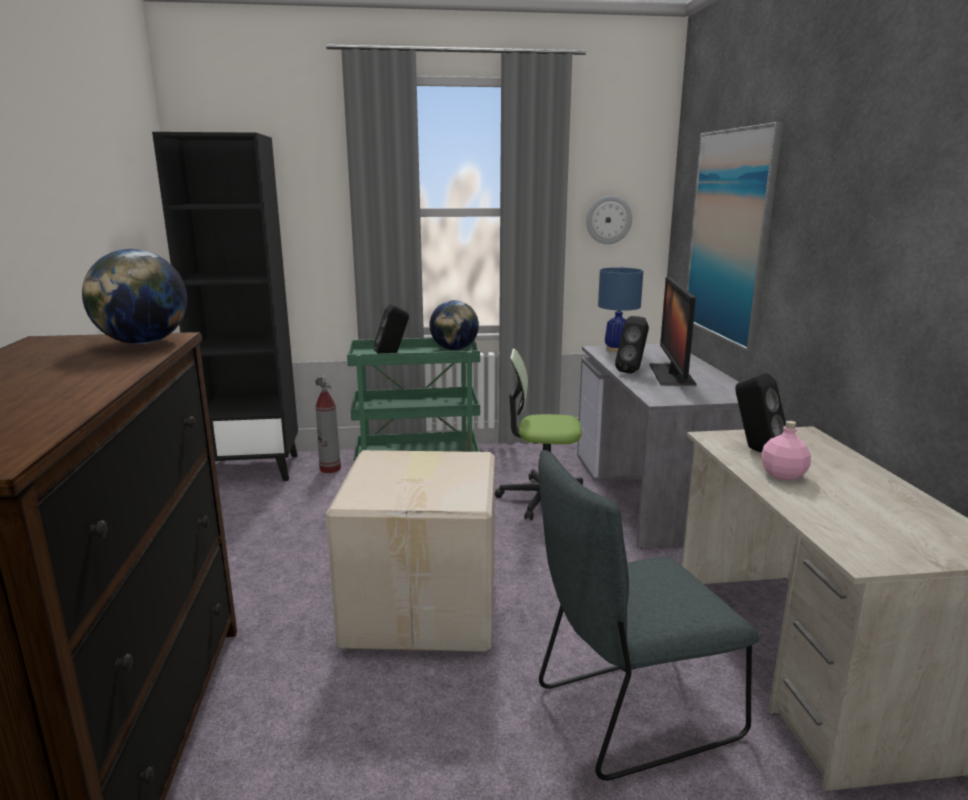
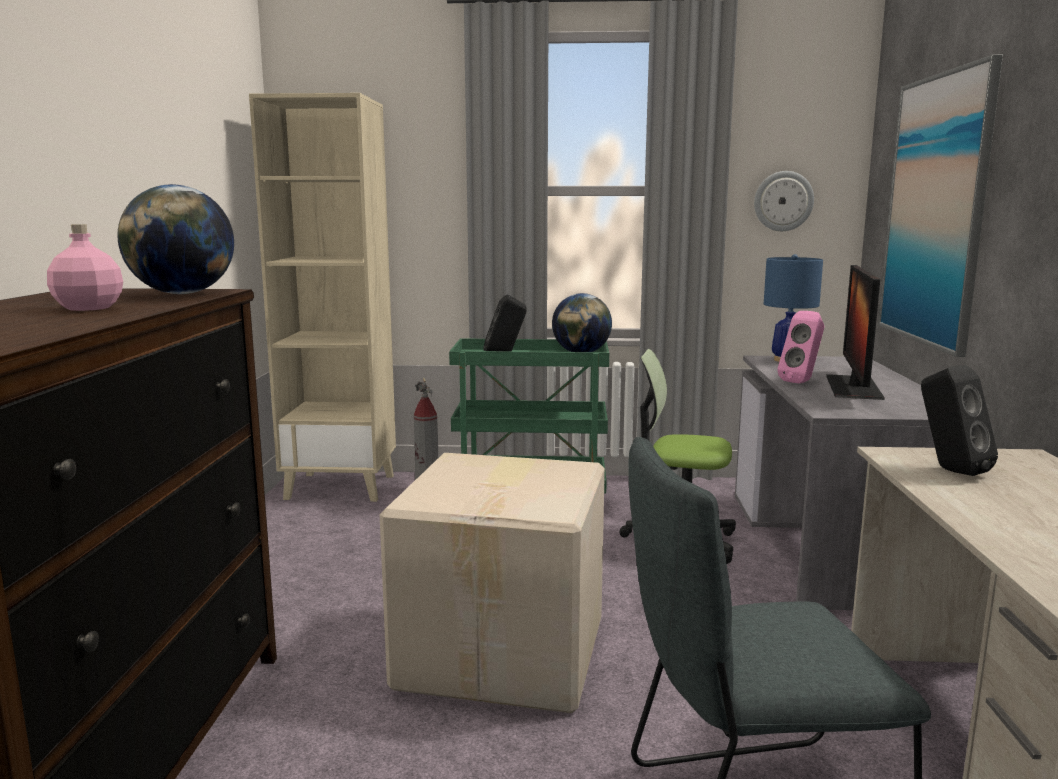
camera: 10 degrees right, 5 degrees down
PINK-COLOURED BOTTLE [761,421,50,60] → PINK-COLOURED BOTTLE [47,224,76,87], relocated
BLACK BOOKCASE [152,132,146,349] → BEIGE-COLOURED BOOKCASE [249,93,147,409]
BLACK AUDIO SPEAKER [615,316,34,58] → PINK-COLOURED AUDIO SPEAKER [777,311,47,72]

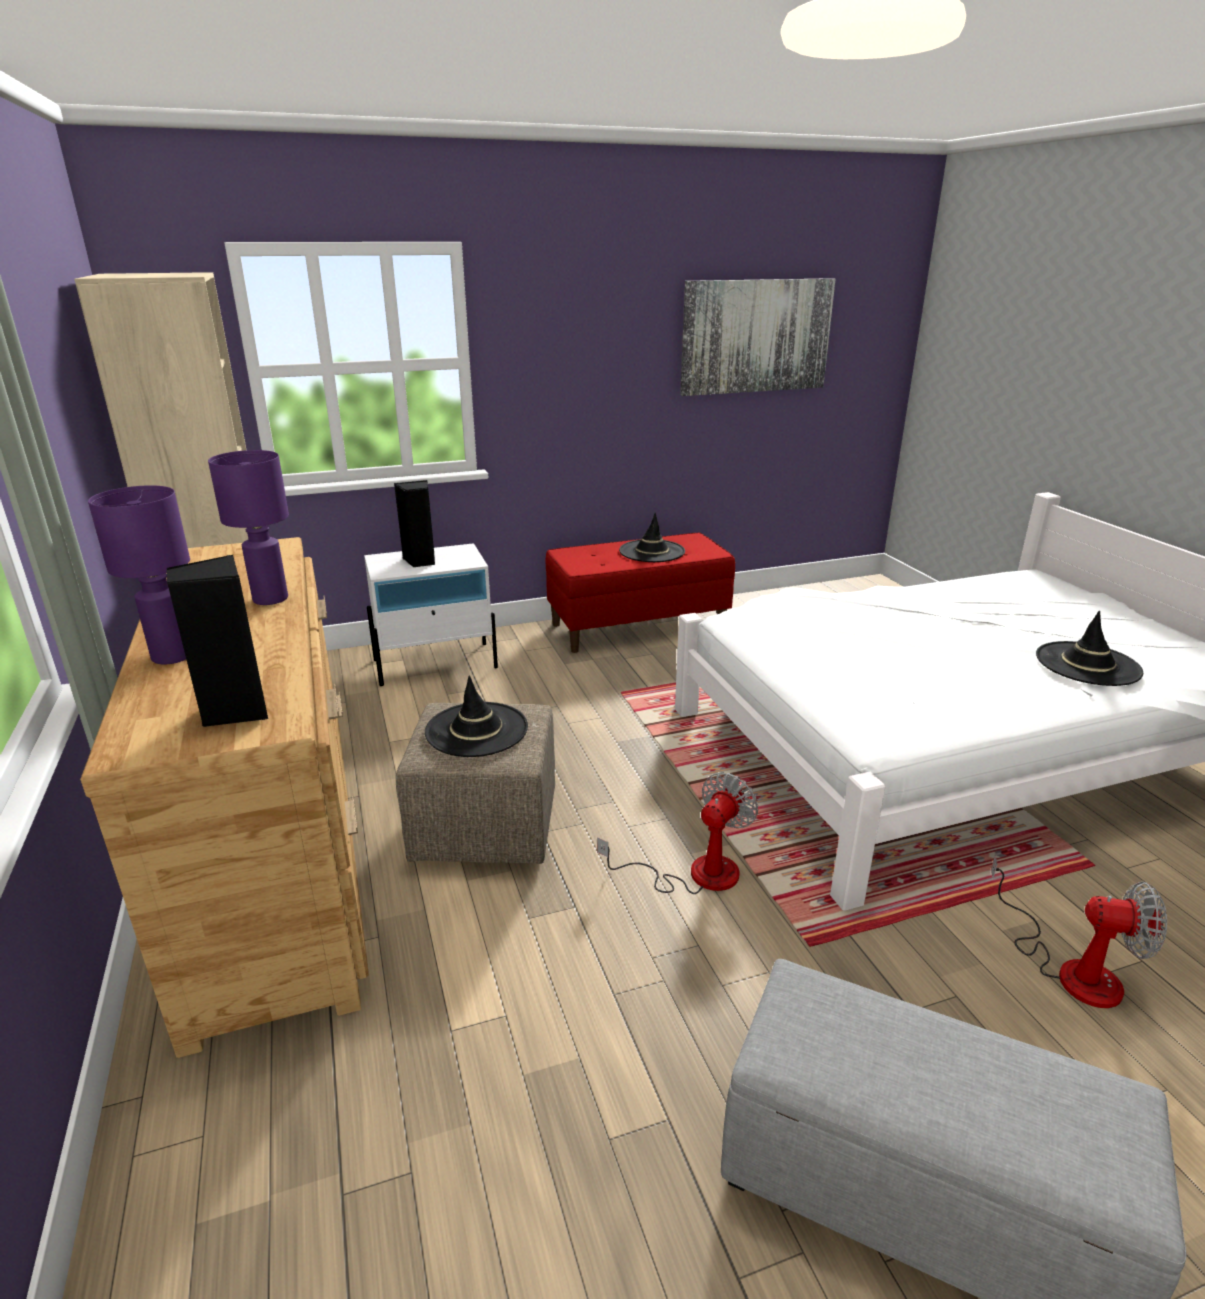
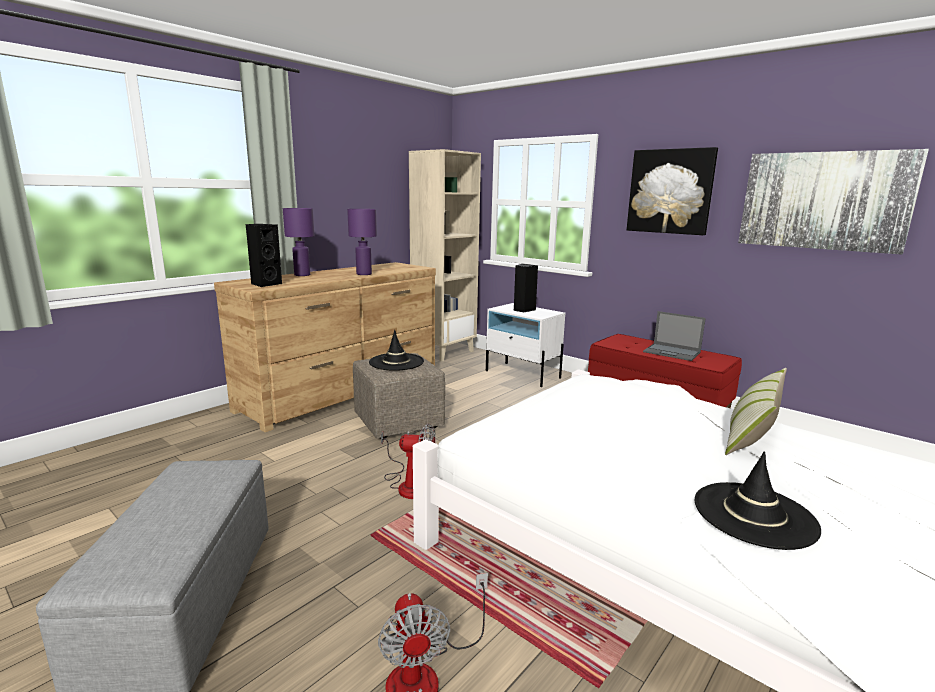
camera: 60 degrees right, 10 degrees down
- → WALL ART [627,147,91,88]
BLACK HAT [619,513,66,49] → PORTABLE COMPUTER [643,311,63,50]
- → THROW PILLOW [725,368,62,87]

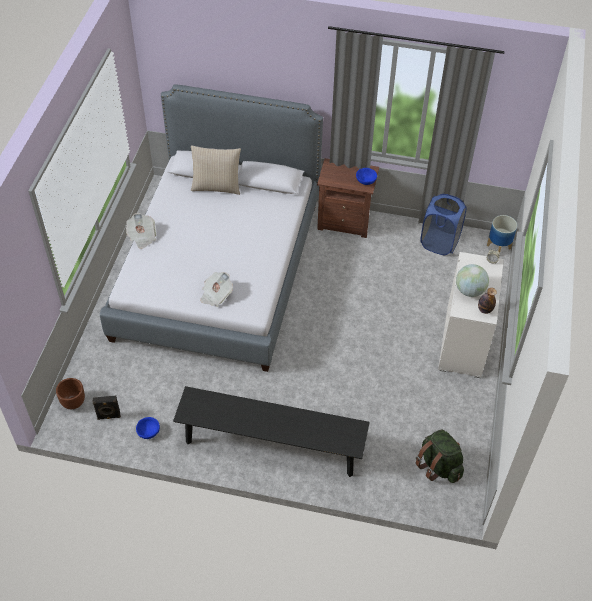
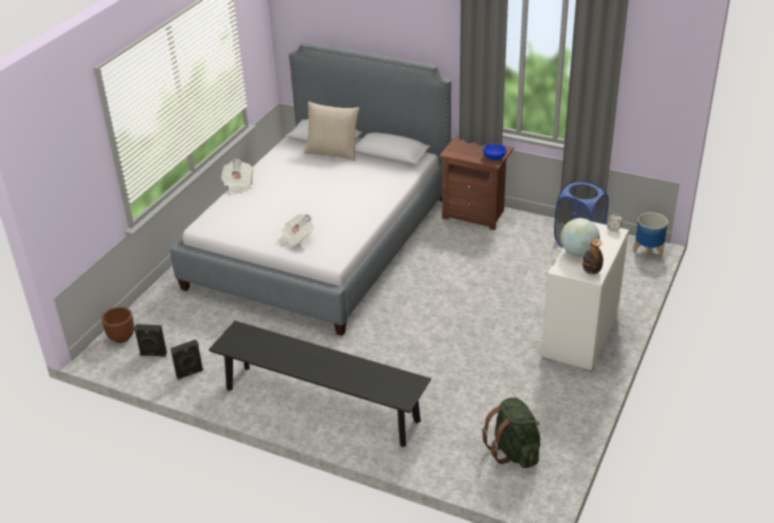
camera: 15 degrees right, 15 degrees down
BLUE DEEP DISH [136,417,24,22] → BLACK AUDIO SPEAKER [171,339,32,41]

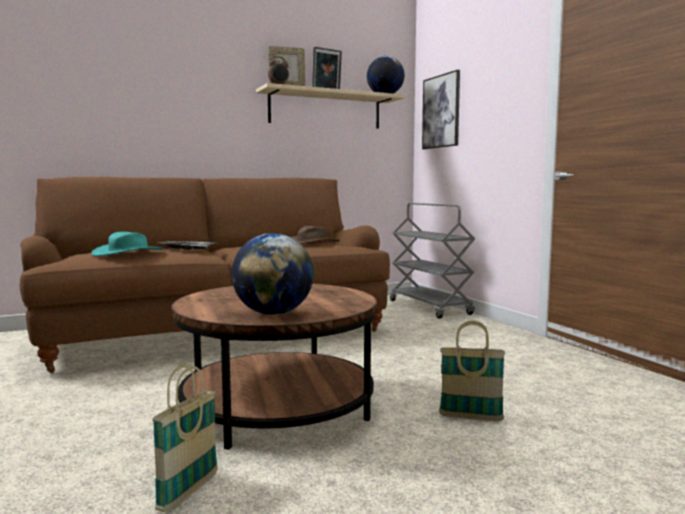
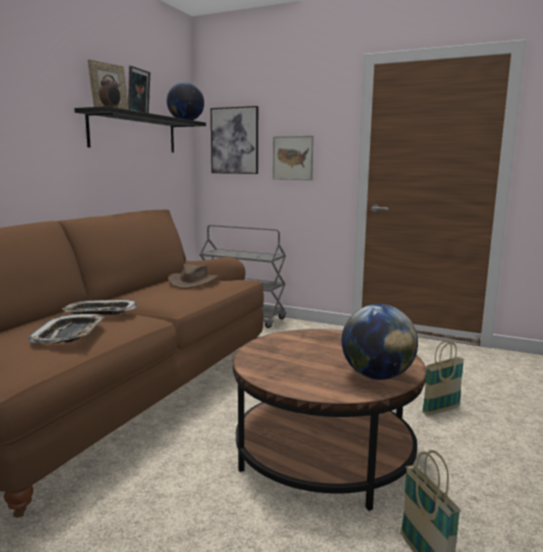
camera: 40 degrees left, 5 degrees up
TURQUOISE HAT [91,232,73,24] → TRAY [28,314,77,29]
BEIGE-COLOURED BRACKET SHELF [256,83,149,46] → BLACK BRACKET SHELF [74,106,132,46]
- → WALL ART [273,136,41,44]

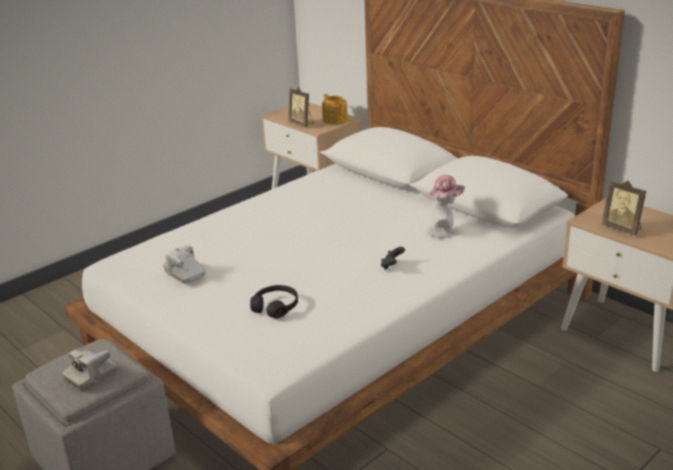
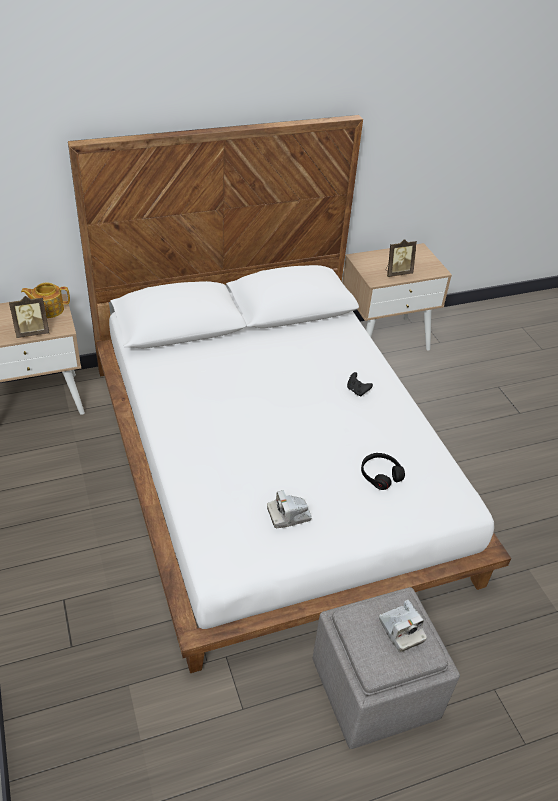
camera: 70 degrees left, 15 degrees up
HAT [427,175,38,63] → -

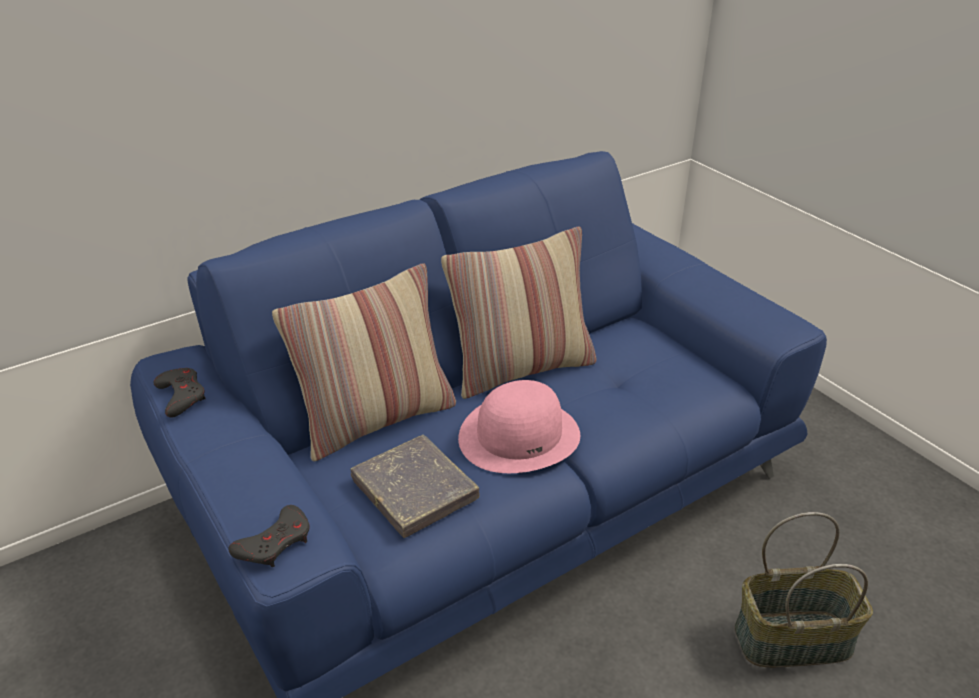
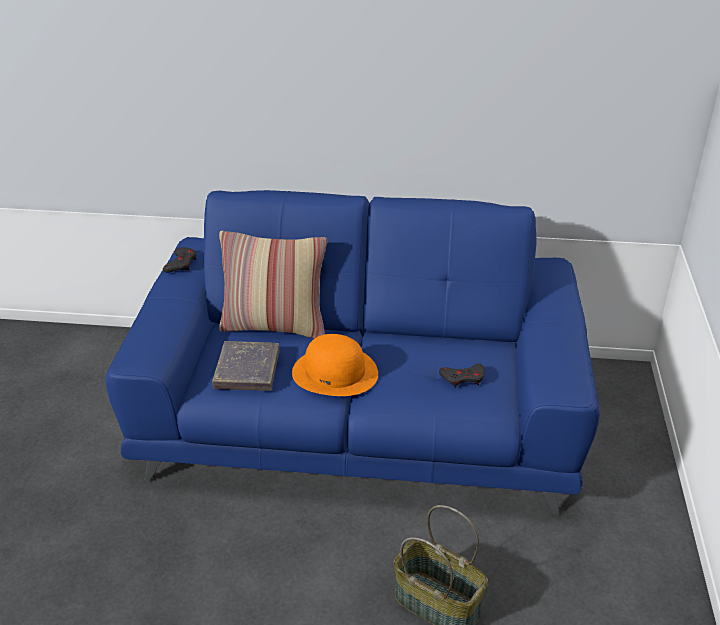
camera: 40 degrees right, 0 degrees up
PINK-COLOURED HAT [458,380,122,93] → ORANGE-COLOURED HAT [292,334,86,62]
GREYISH GAMEPAD [228,505,82,63] → GREYISH GAMEPAD [439,364,46,24], relocated
THROW PILLOW [441,227,156,172] → -

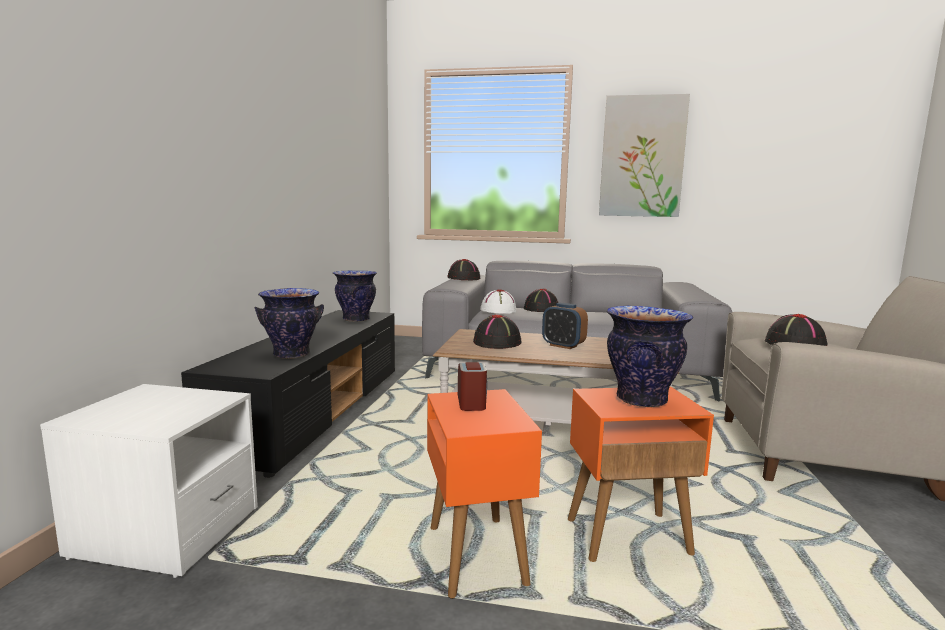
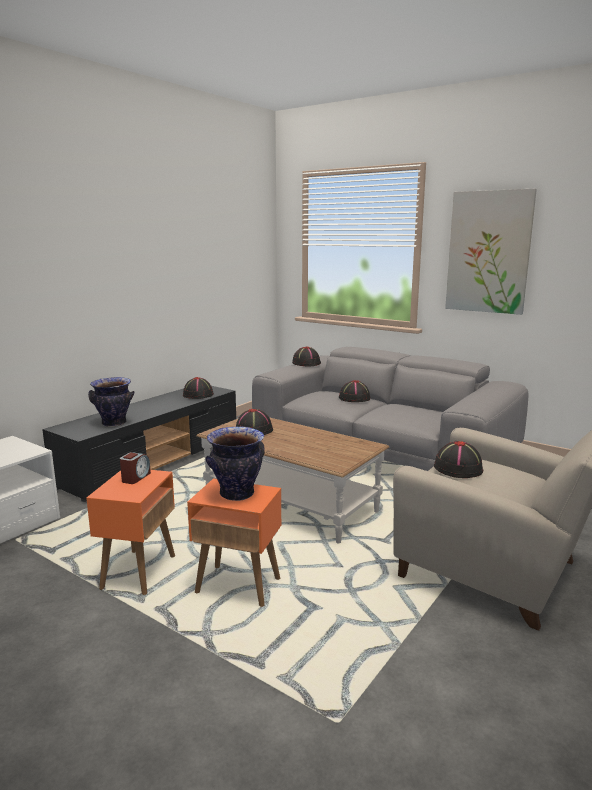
camera: 25 degrees right, 5 degrees up
DECORATIVE VASE [333,271,44,51] → BLACK HAT [183,377,31,22]
WHITE-COLOURED HAT [480,289,37,25] → -
ALARM CLOCK [542,303,46,46] → -

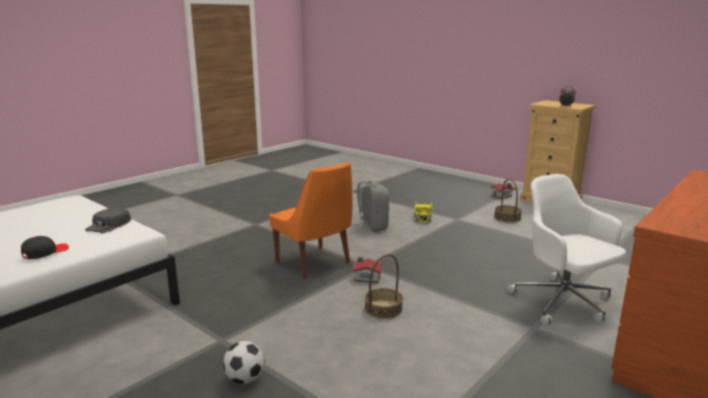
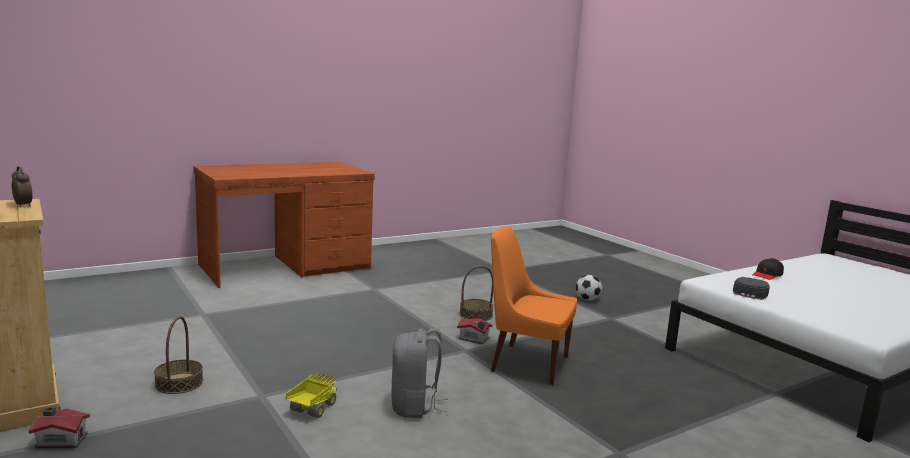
camera: 165 degrees left, 5 degrees down
ORANGE-COLOURED UPRIGHT CHAIR [269,162,83,117] → ORANGE-COLOURED UPRIGHT CHAIR [491,226,86,159], 45 degrees counterclockwise
WHITE-COLOURED DESK CHAIR [508,174,118,151] → -

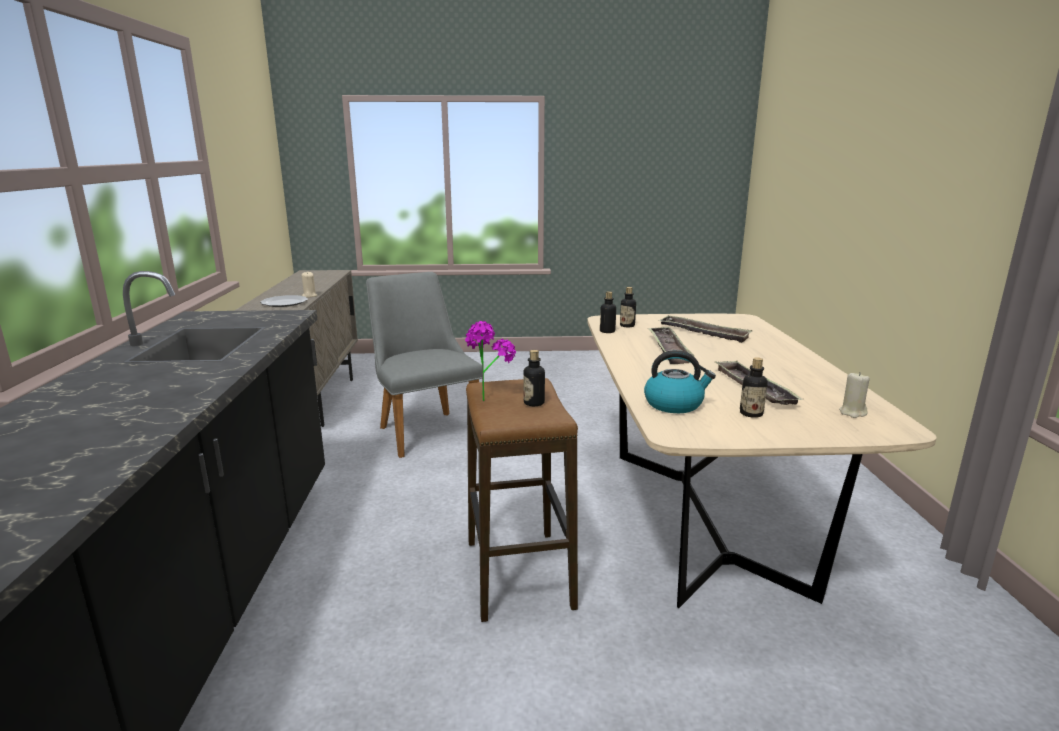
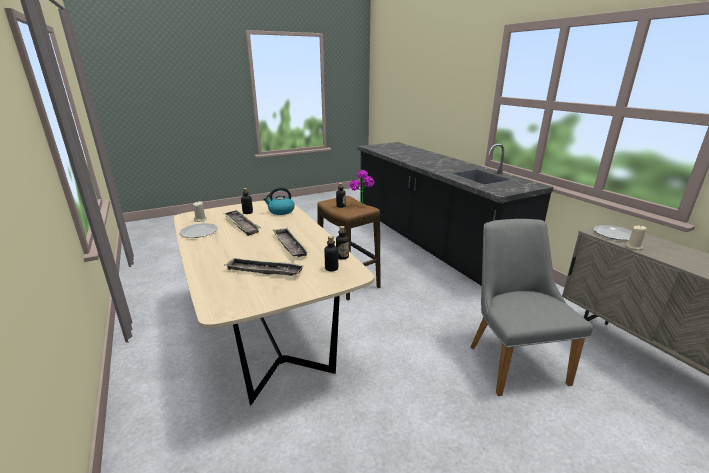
camera: 155 degrees right, 5 degrees up
- → FLAT DISH [179,223,39,15]
GREYISH UPRIGHT CHAIR [366,272,116,186] → GREYISH UPRIGHT CHAIR [470,219,123,177], 135 degrees counterclockwise

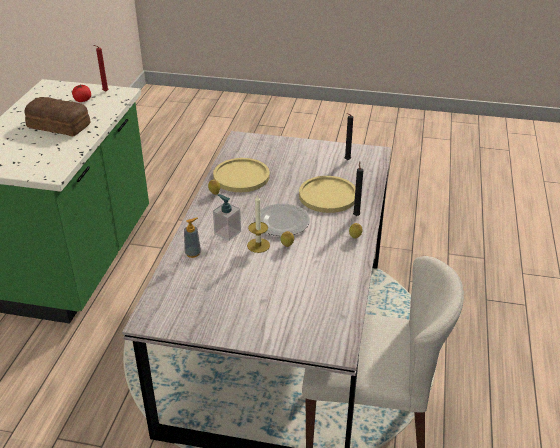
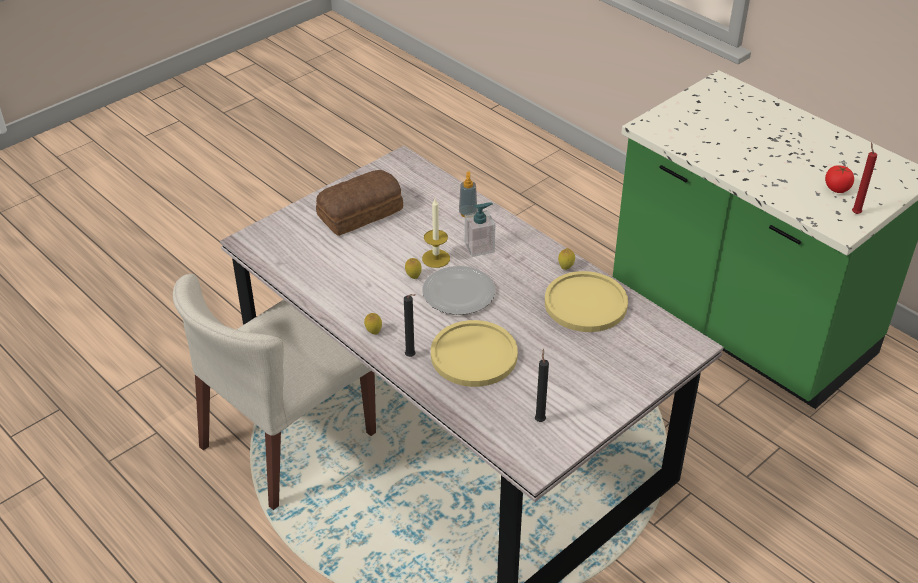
camera: 125 degrees right, 5 degrees up
BREAD [25,97,65,39] → BREAD [316,170,87,66], relocated

